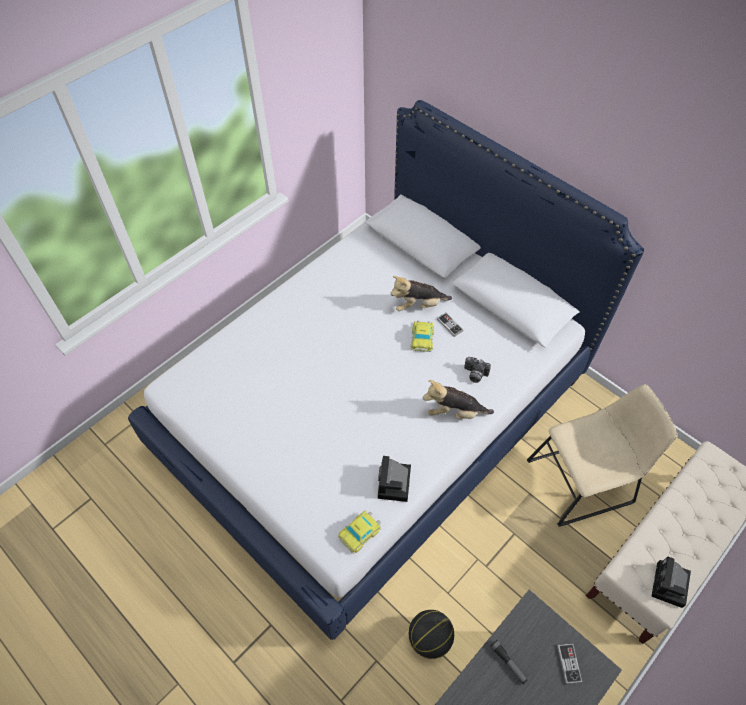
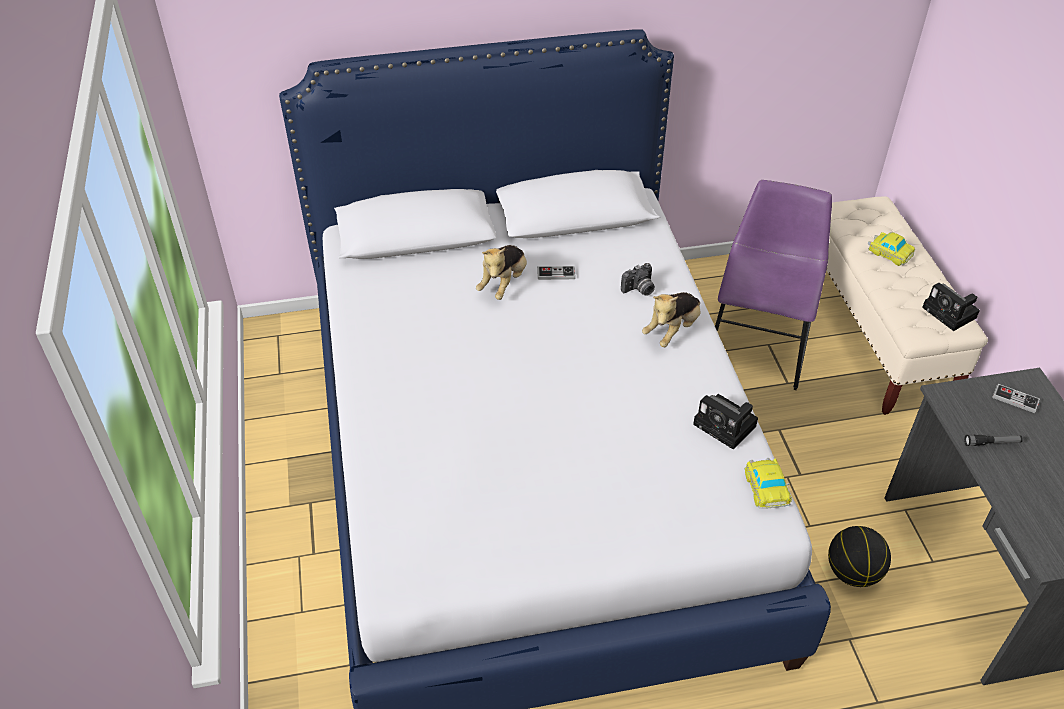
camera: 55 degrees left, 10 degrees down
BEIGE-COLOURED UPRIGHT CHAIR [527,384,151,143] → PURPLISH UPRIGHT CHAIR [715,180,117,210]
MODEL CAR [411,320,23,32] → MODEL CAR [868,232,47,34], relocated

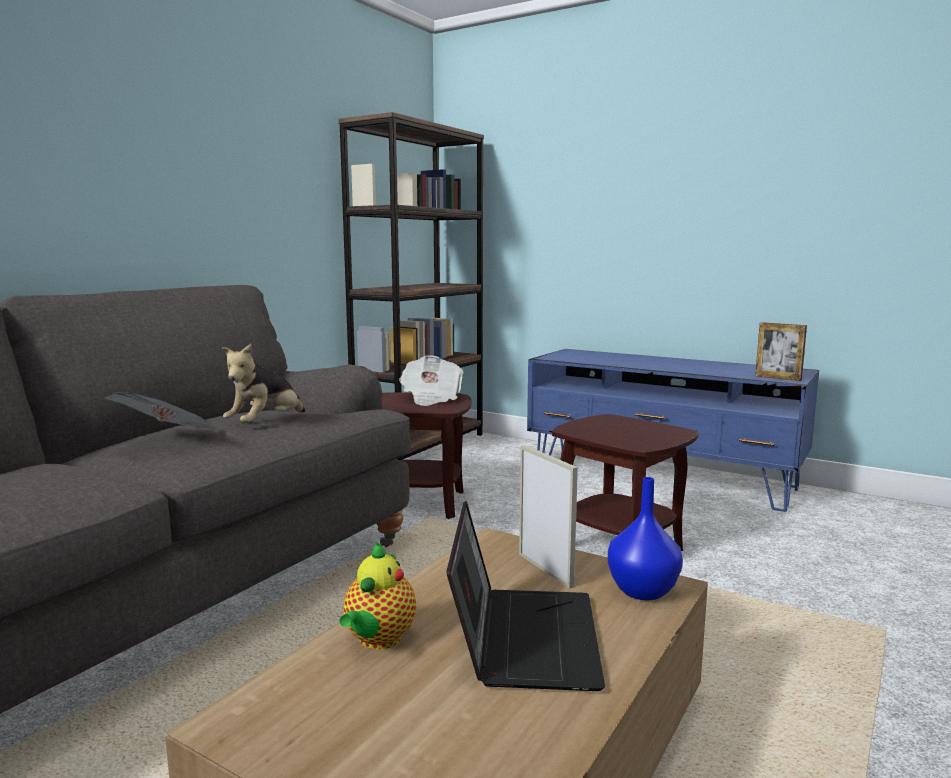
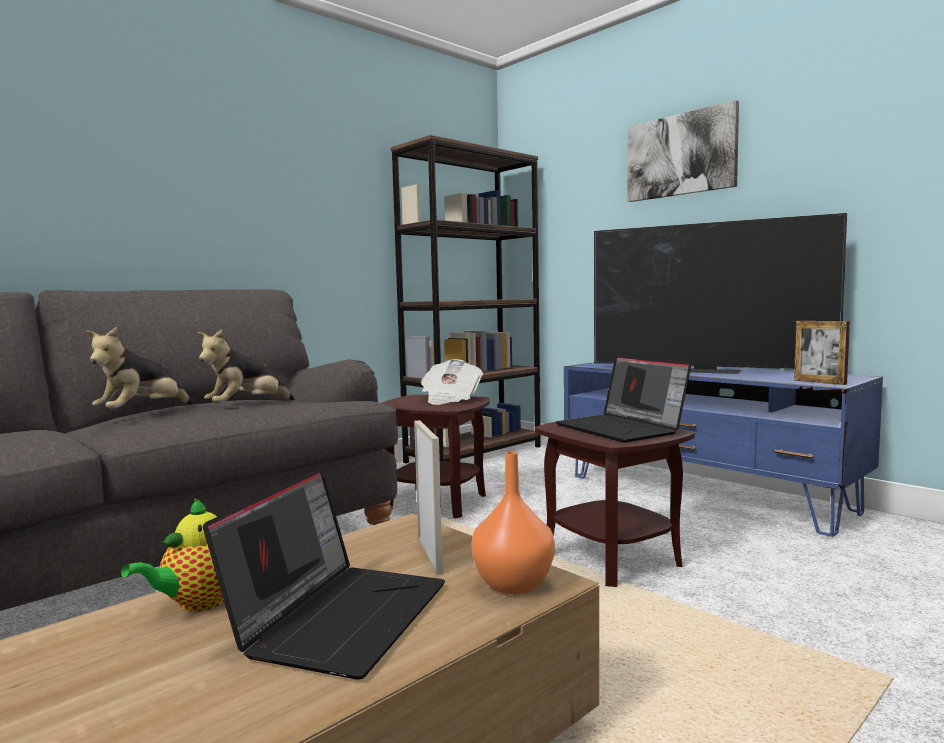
camera: 15 degrees right, 5 degrees down
DAILY PAPER [105,392,114,37] → CUDDLY TOY [86,327,107,82]
BLUE DECORATIVE VASE [608,477,75,123] → ORANGE-COLOURED DECORATIVE VASE [471,452,84,143]
- → PORTABLE COMPUTER [556,355,135,88]
- → TV SET [594,213,253,161]
- → WALL ART [627,100,112,102]

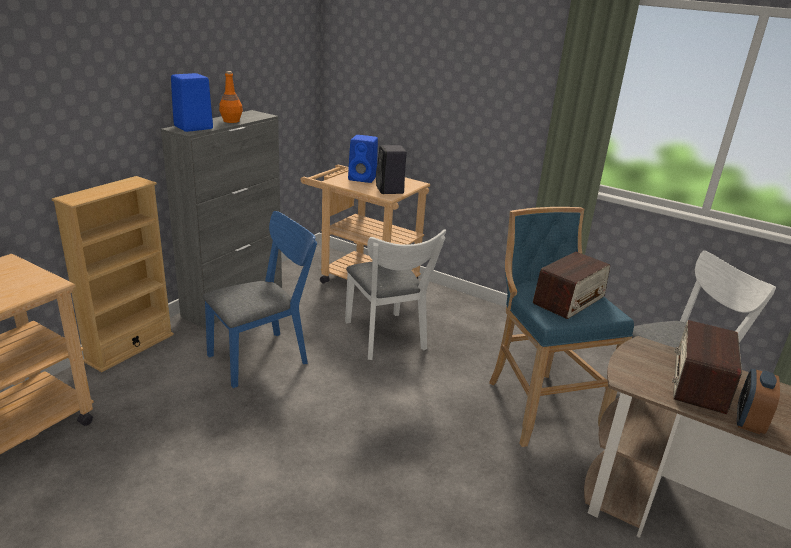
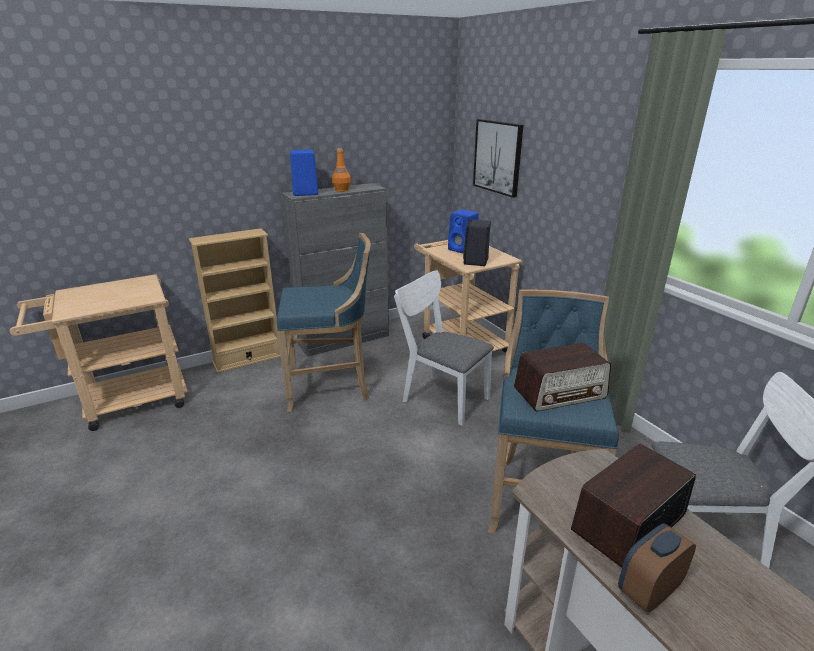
camera: 30 degrees right, 0 degrees up
BLUE UPRIGHT CHAIR [203,211,114,177] → BLUE STOOL SEAT [277,233,94,179]
WHITE-COLOURED UPRIGHT CHAIR [345,229,101,131] → WHITE-COLOURED UPRIGHT CHAIR [394,270,100,155], 120 degrees clockwise
- → WALL ART [473,119,50,79]

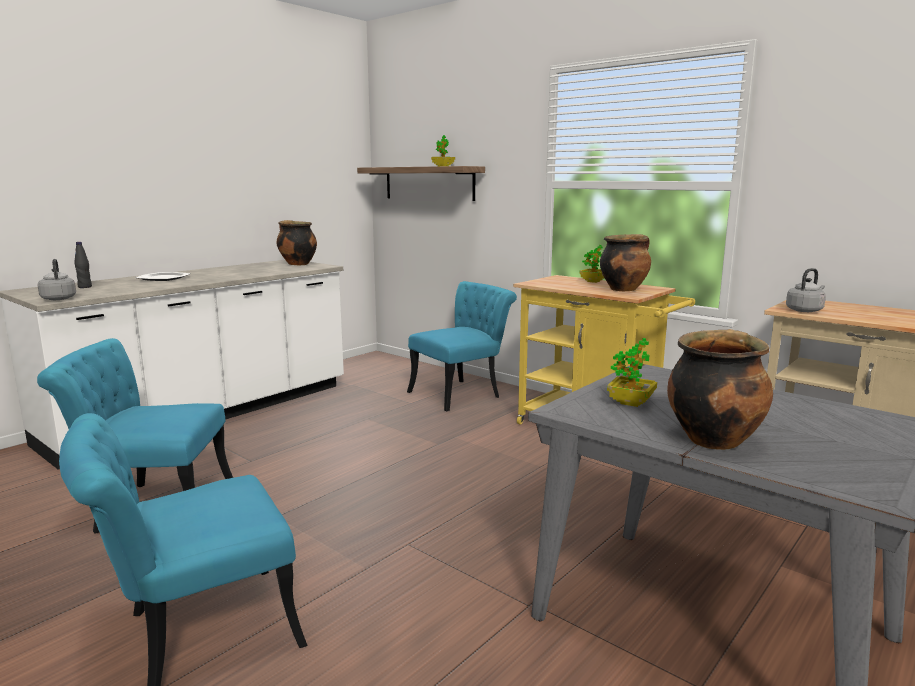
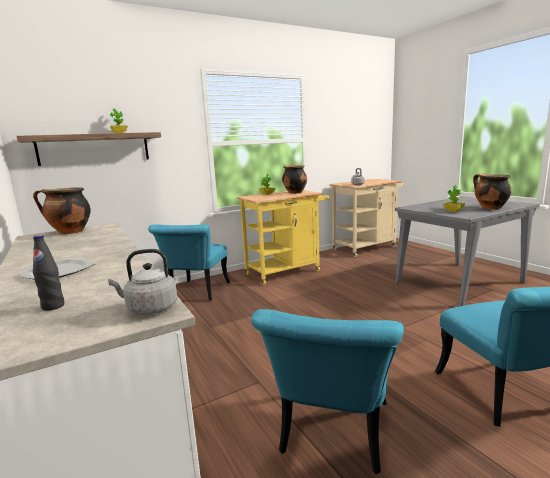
camera: 70 degrees left, 0 degrees up
TURQUOISE UPRIGHT CHAIR [407,281,110,131] → TURQUOISE UPRIGHT CHAIR [148,224,82,77], 150 degrees counterclockwise

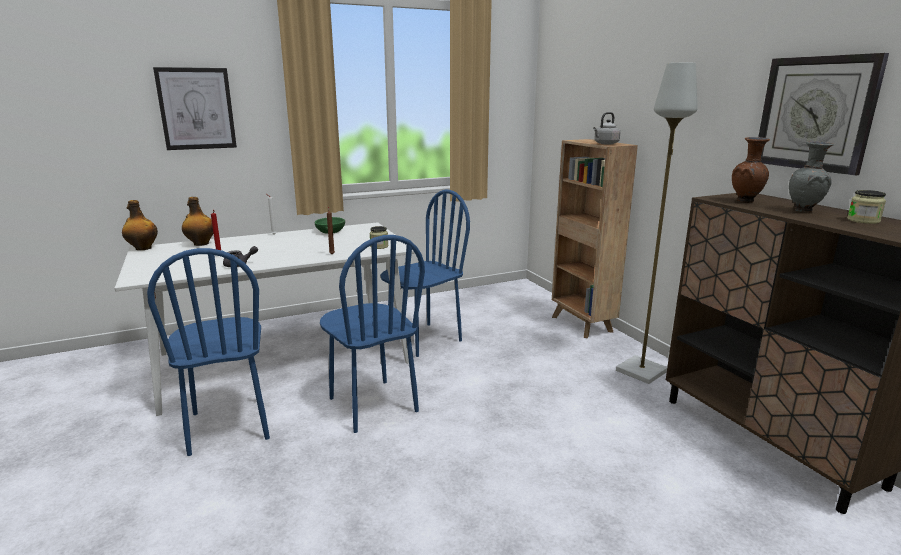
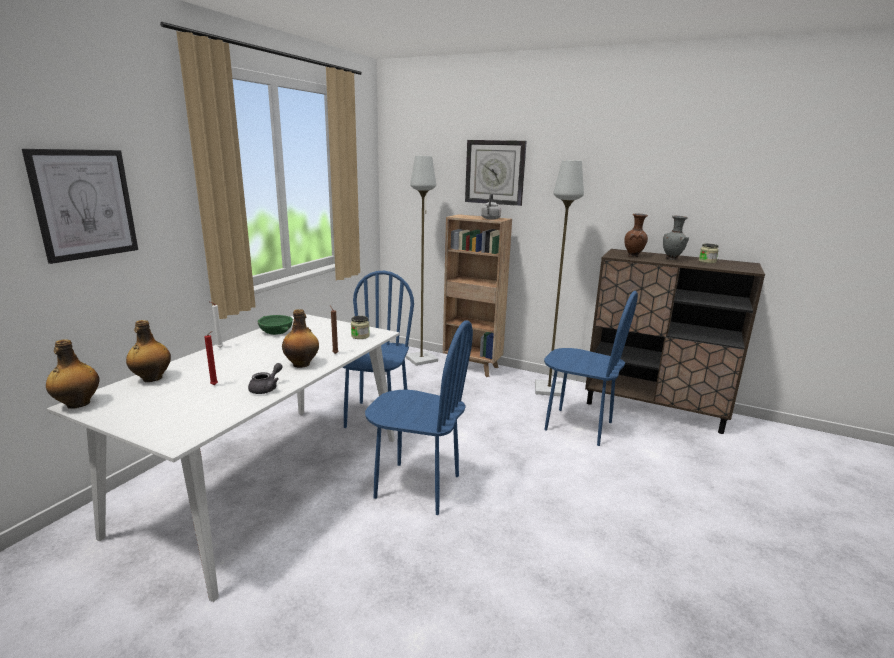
camera: 40 degrees left, 0 degrees up
- → BOTTLE [282,309,37,59]
- → GREYISH STANDARD LAMP [405,156,33,210]
HANGING CLOCK [758,53,131,123] → HANGING CLOCK [465,140,62,66], relocated
BLUE UPRIGHT CHAIR [147,248,123,208] → BLUE UPRIGHT CHAIR [544,291,94,155], relocated

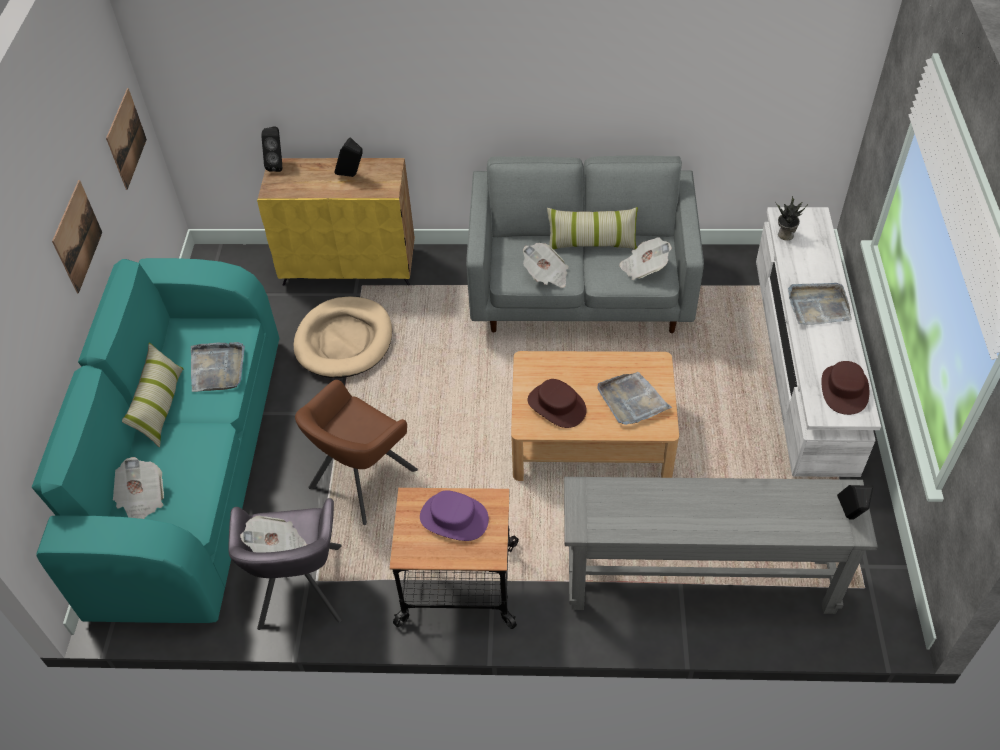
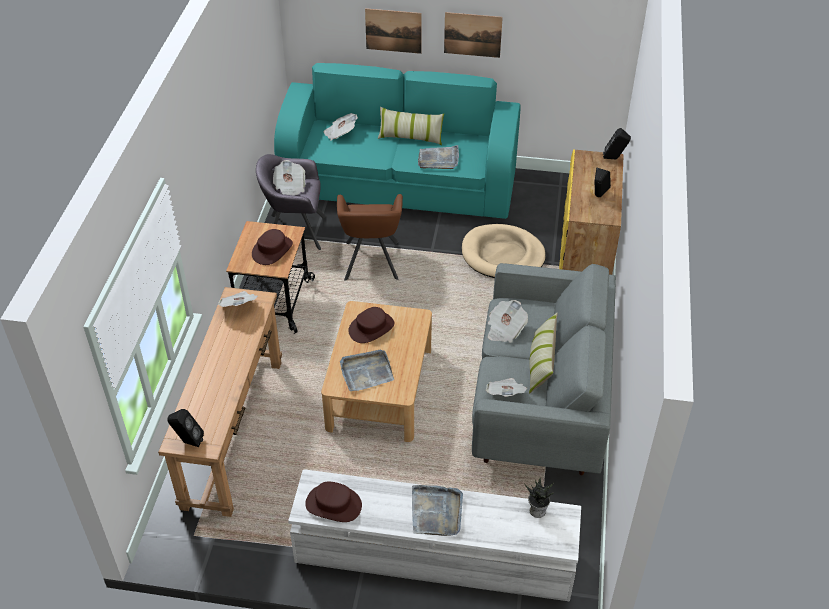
camera: 95 degrees right, 5 degrees down
GREYISH NARROW TABLE [564,477,314,137] → BROWN NARROW TABLE [158,287,124,230]
- → DAILY PAPER [218,291,40,16]
PURPLISH HAT [420,490,69,51] → BROWN HAT [252,229,41,36]
BROWN LOUNGE CHAIR [295,380,123,145] → BROWN LOUNGE CHAIR [337,194,66,87], 135 degrees counterclockwise
WALL ART [106,88,41,102] → WALL ART [365,8,57,46], relocated

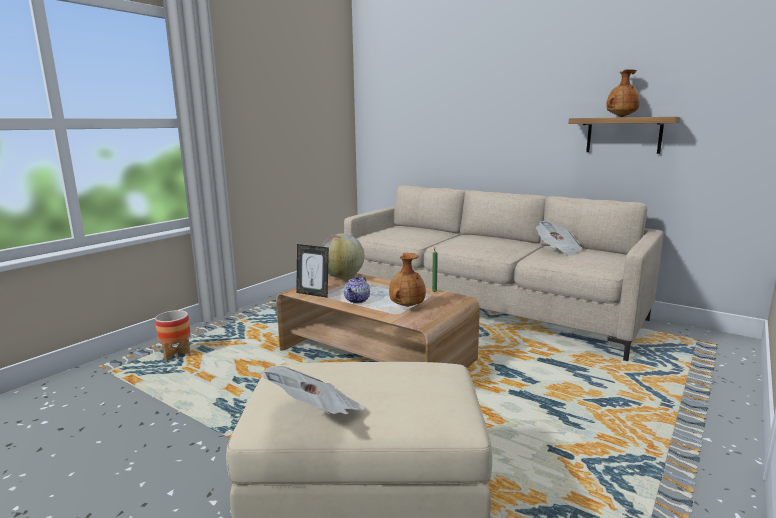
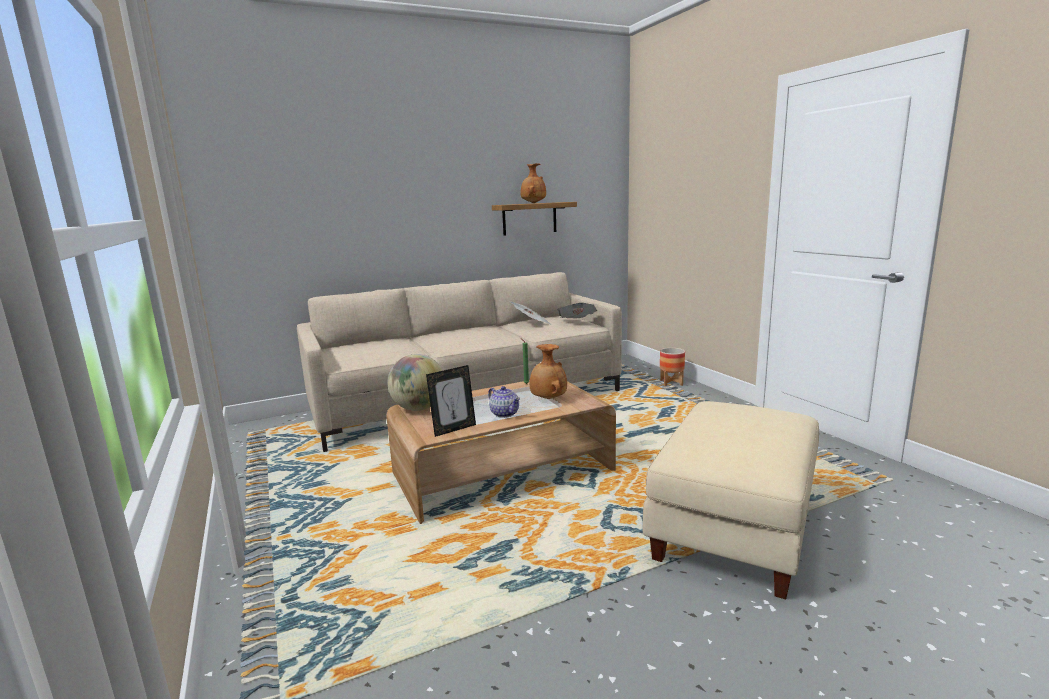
camera: 60 degrees left, 0 degrees up
DAILY PAPER [260,366,106,48] → DAILY PAPER [557,303,40,15], relocated
FLOWER POT [155,310,36,51] → FLOWER POT [660,348,25,38], relocated

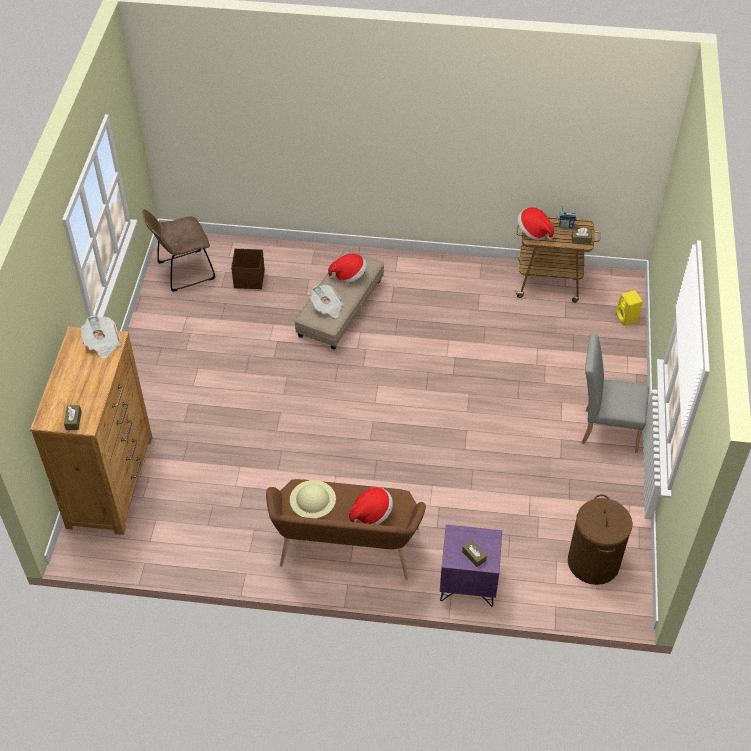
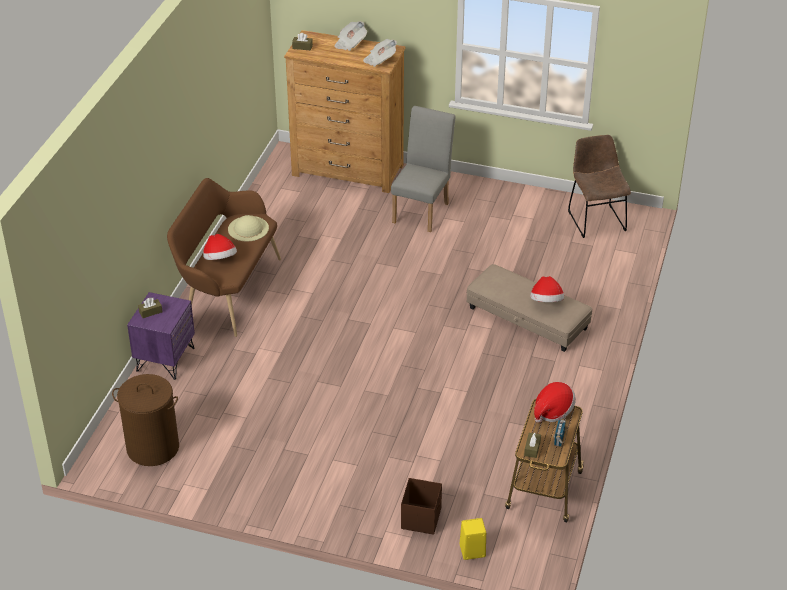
camera: 100 degrees right, 10 degrees down
DAILY PAPER [310,285,34,33] → DAILY PAPER [334,21,33,30], relocated
GREYISH UPRIGHT CHAIR [582,334,67,119] → GREYISH UPRIGHT CHAIR [391,106,65,126], relocated
BROWN STORAGE CONTAINER [231,249,34,40] → BROWN STORAGE CONTAINER [401,478,41,57], relocated

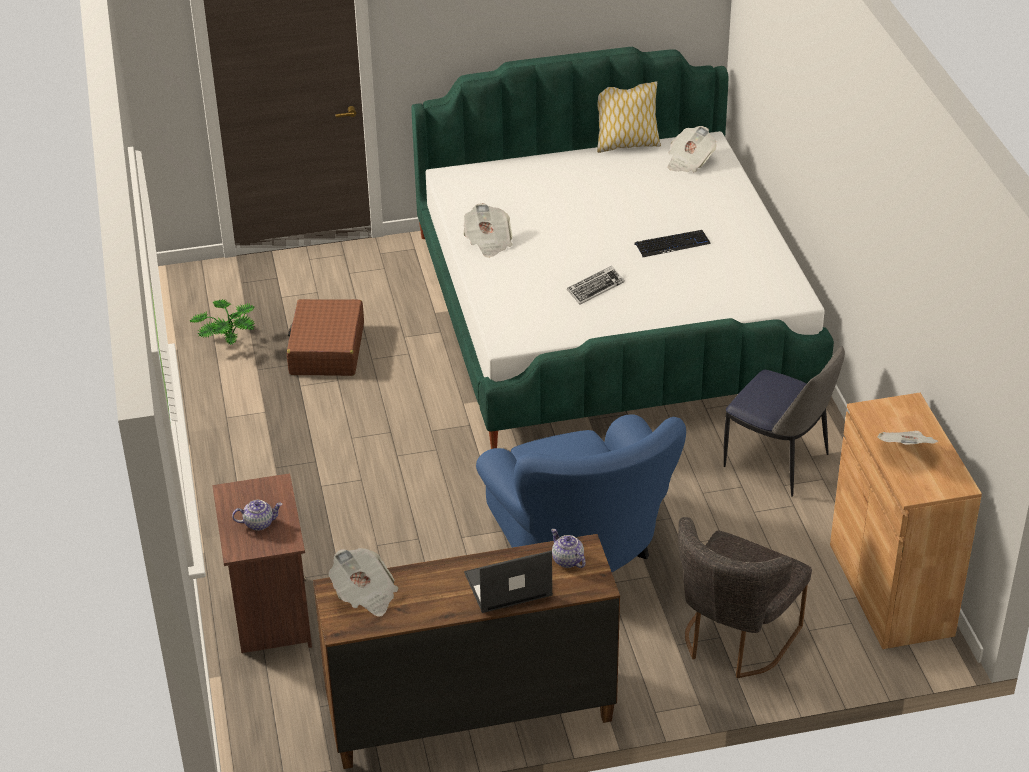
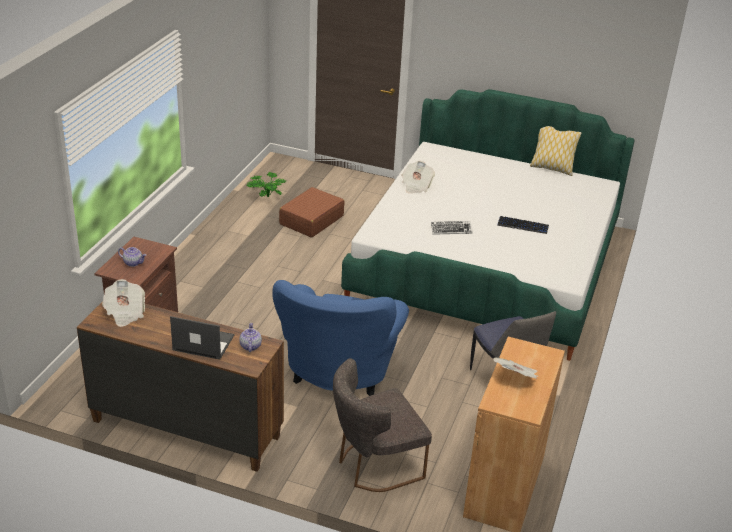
camera: 30 degrees right, 5 degrees down
DAILY PAPER [668,126,48,47] → -

